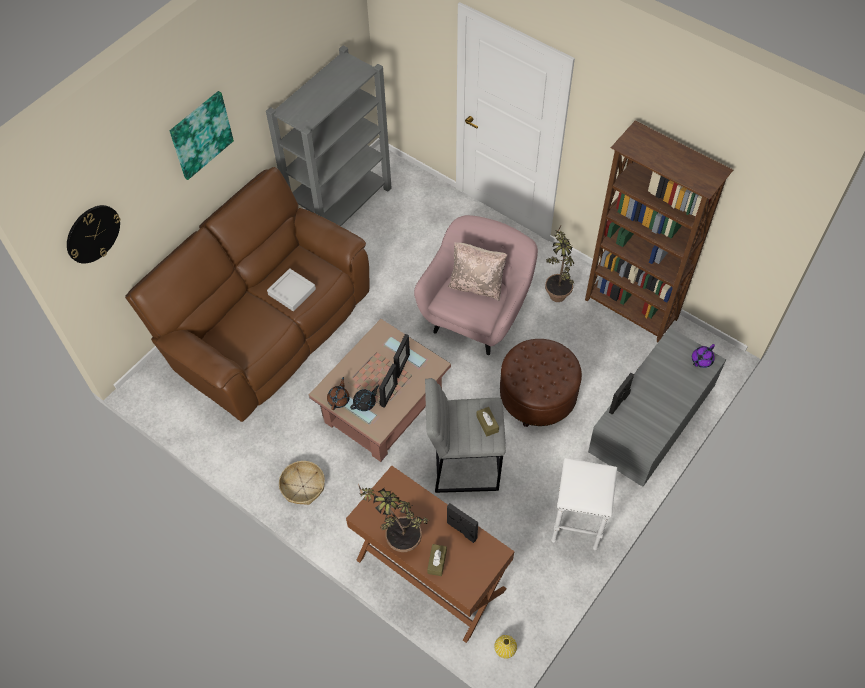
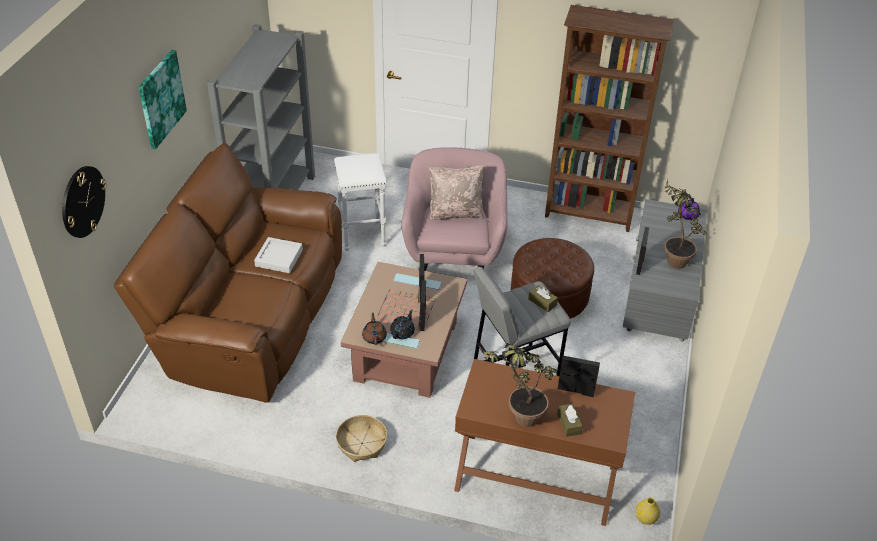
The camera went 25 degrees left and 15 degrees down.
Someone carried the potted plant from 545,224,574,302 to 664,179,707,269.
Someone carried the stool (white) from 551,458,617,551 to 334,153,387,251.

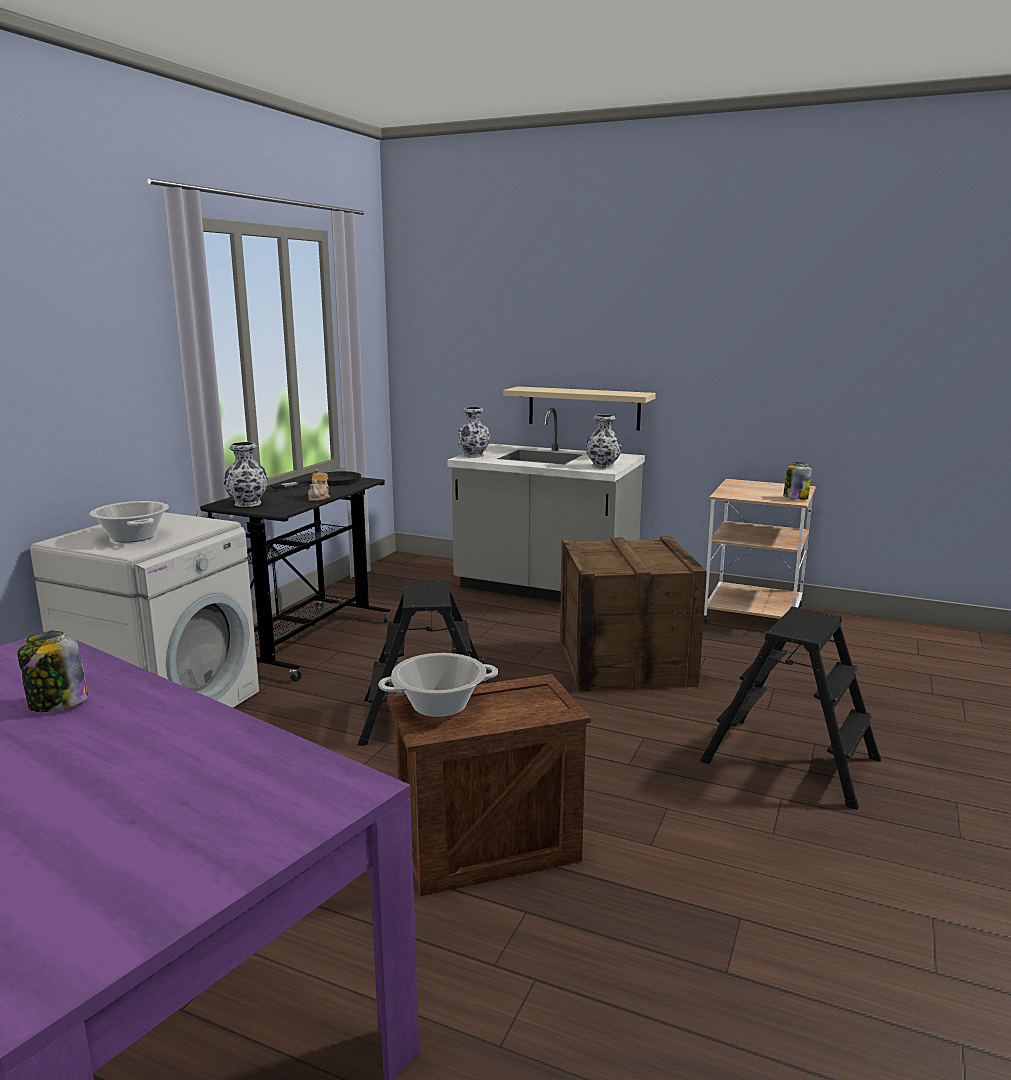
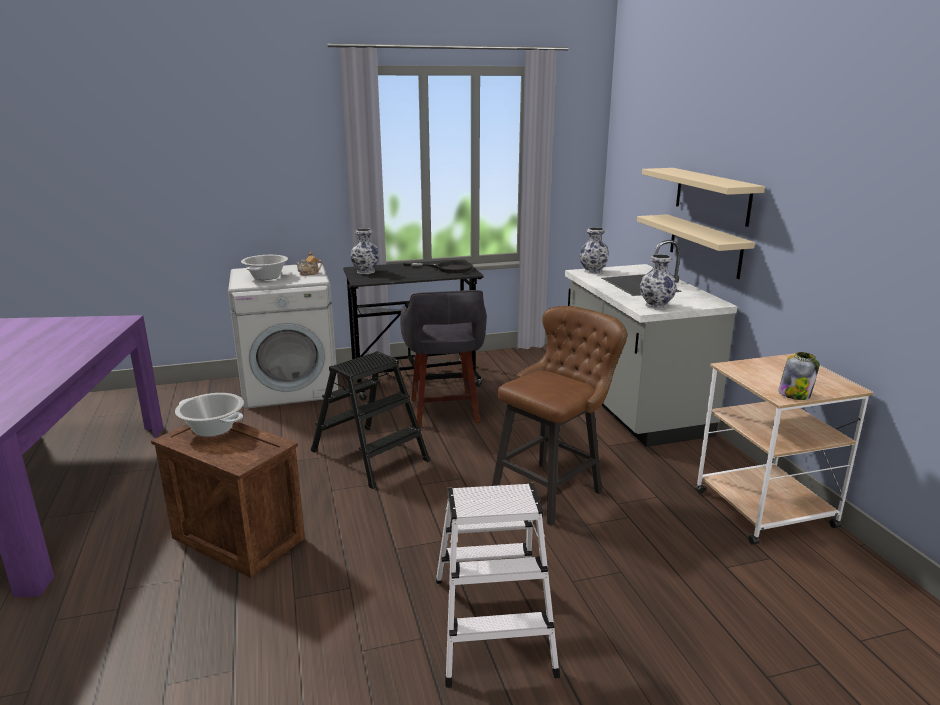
The camera went 50 degrees right and 5 degrees up.
Someone carried the teapot from 308,468,330,501 to 296,252,323,276.
Someone swapped the crate at 560,536,707,692 for the stool (brown) at 492,306,627,526.
Someone repainted the step ladder (black) at 700,606,881,810, which became the step ladder (white) at 436,483,560,688.
Someone took away the jar at 17,631,88,712.
Someone put up the shelf (beige) at 642,168,765,227.
Someone put down the stool (grey) at 400,290,487,427.

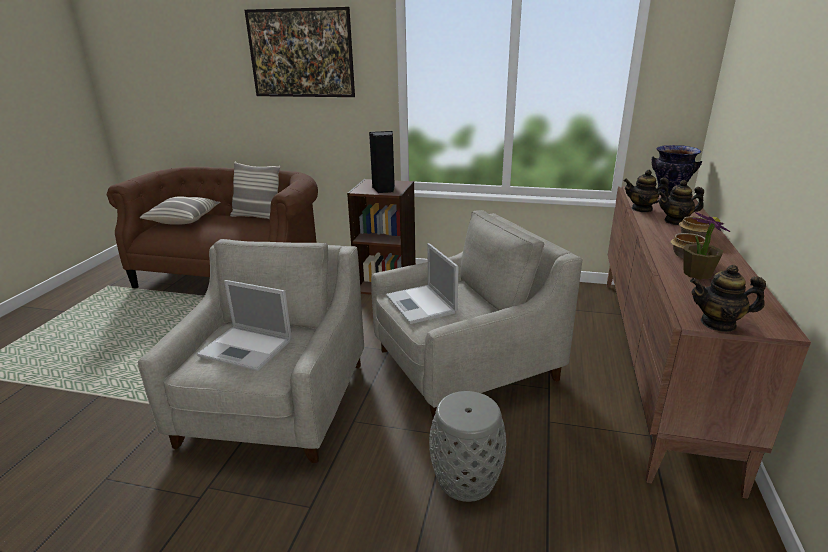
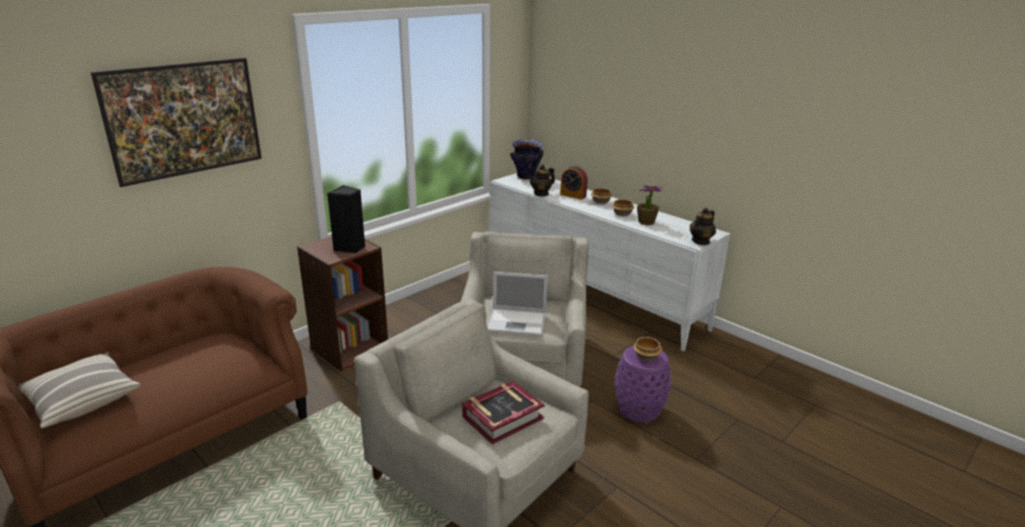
The camera went 60 degrees left and 0 degrees up.
Someone took away the pillow at 230,162,280,219.
Someone swapped the teapot at 658,180,704,225 for the alarm clock at 560,165,588,200.
Someone repainted the cabinet (brown) at 607,186,811,499, which became the cabinet (white) at 489,173,731,352.
Someone swapped the laptop at 197,280,292,371 for the book at 462,381,545,444.
Someone repainted the stool (grey) at 429,391,507,502, which became the stool (purple) at 615,346,671,422.
Someone put down the bowl at 633,337,662,361.

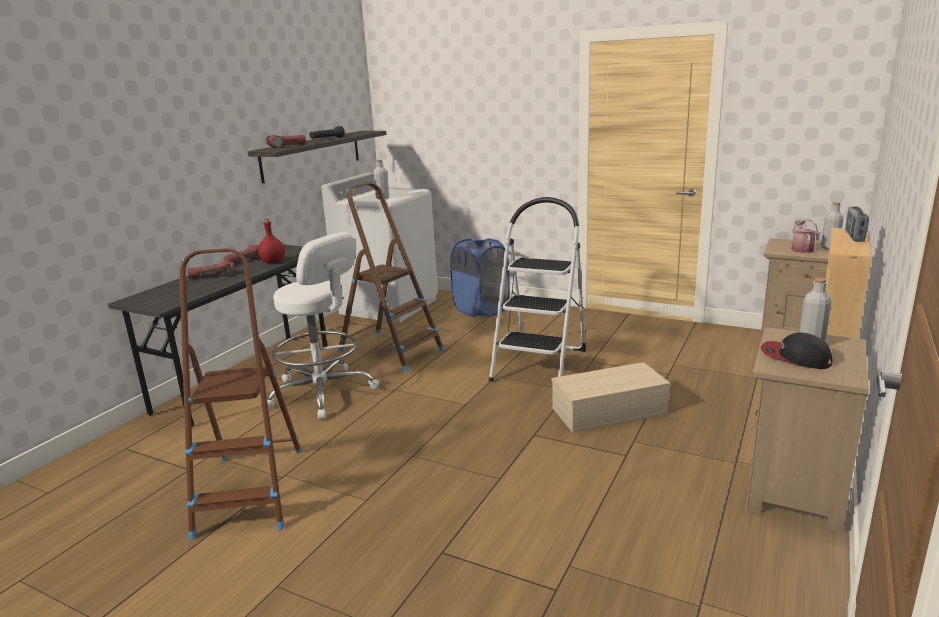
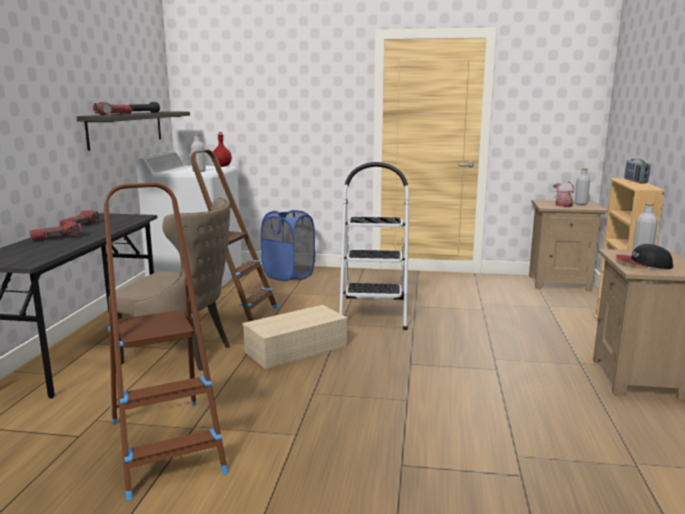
The camera went 20 degrees left and 5 degrees down.
Someone carried the bottle (red) from 258,218,285,264 to 213,132,232,167.
Someone swapped the stool (white) at 267,232,379,419 for the chair (beige) at 108,198,230,371.
Someone carried the storage box (beige) from 551,362,671,432 to 242,305,348,369.

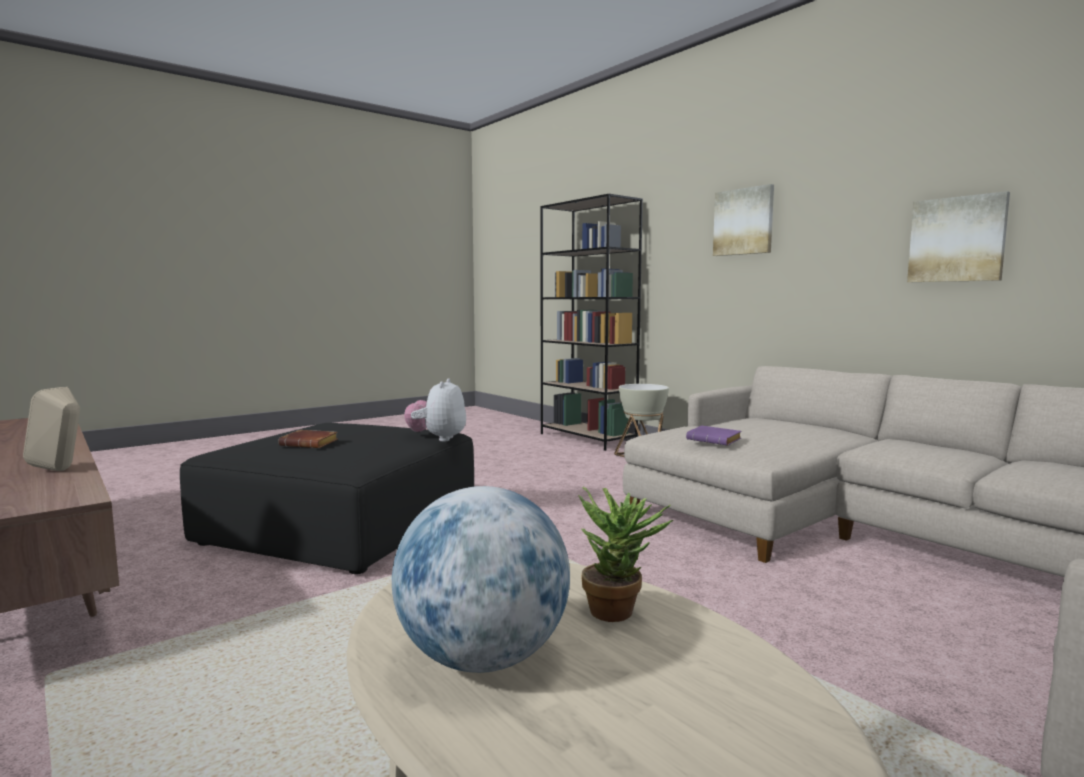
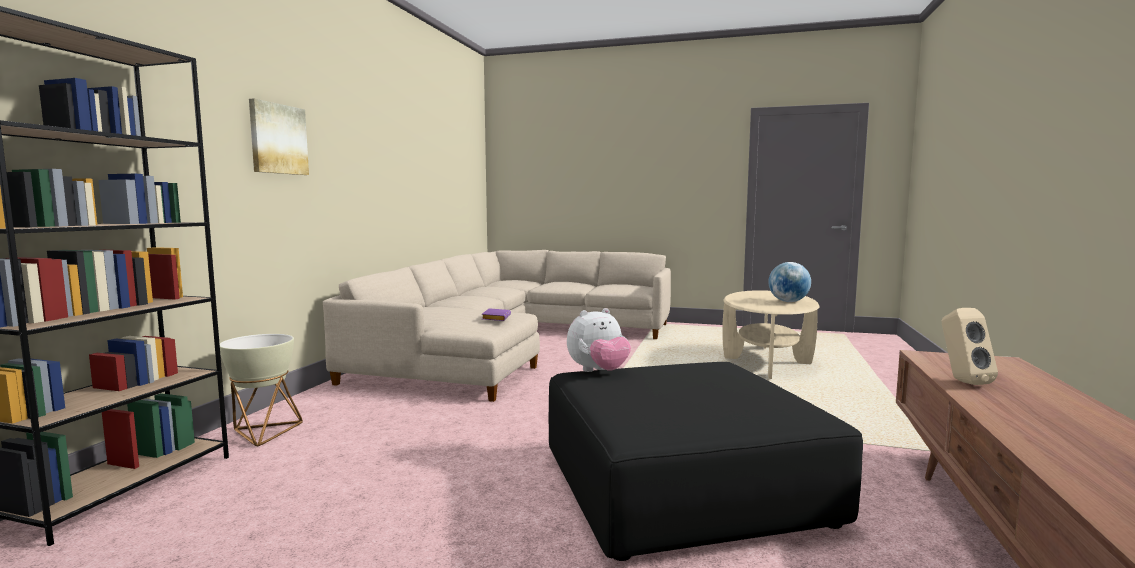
The camera went 125 degrees left and 0 degrees up.
Someone took away the picture at 907,191,1010,282.
Someone took away the book (brown) at 278,430,338,448.
Someone took away the potted plant at 578,487,673,622.

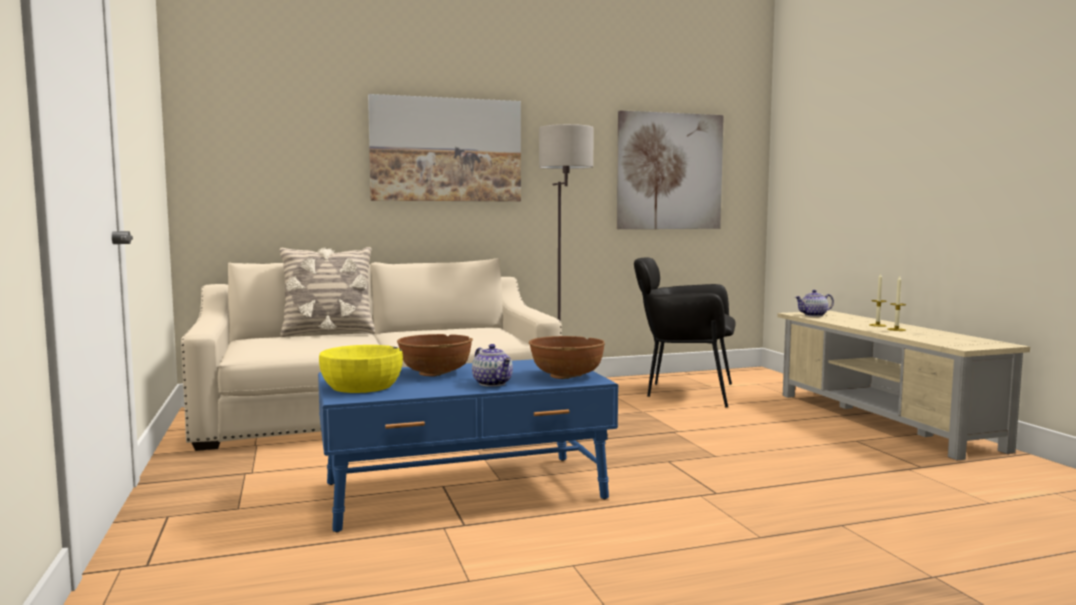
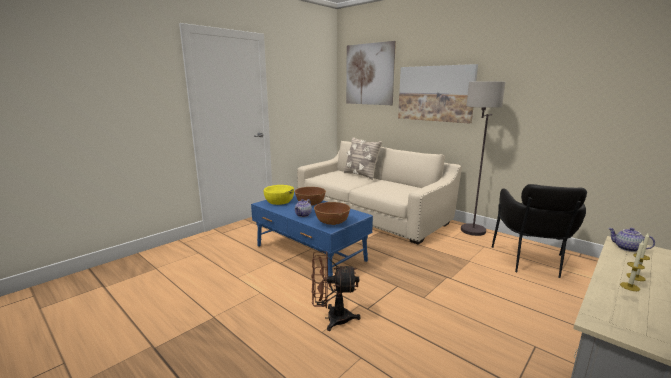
The camera went 60 degrees right and 10 degrees up.
Someone carried the picture from 617,110,724,229 to 346,41,396,105.
Someone rotated the armchair (black) at 634,257,736,407 by 150 degrees counterclockwise.
Someone put down the fan (brown) at 311,251,360,331.

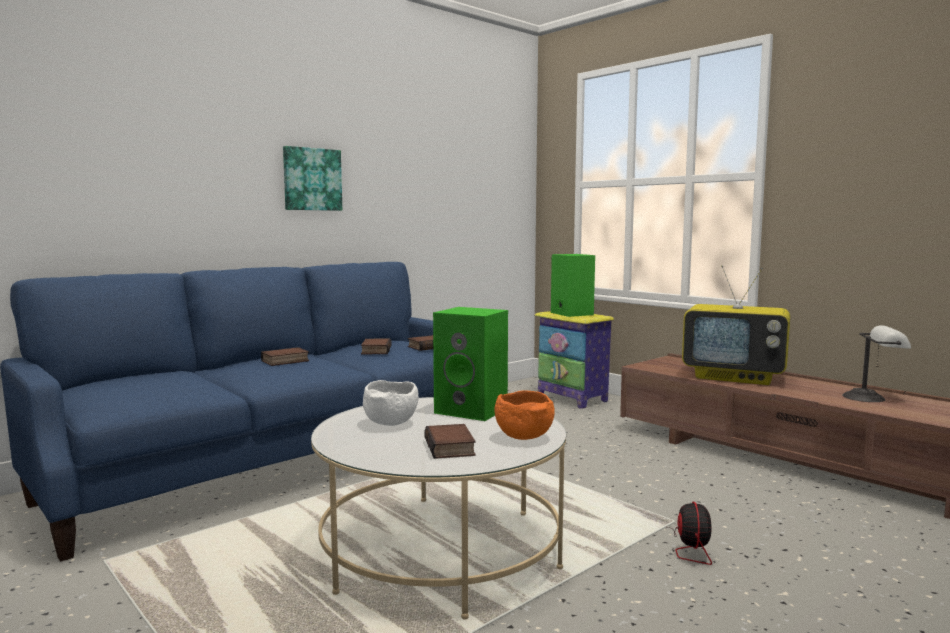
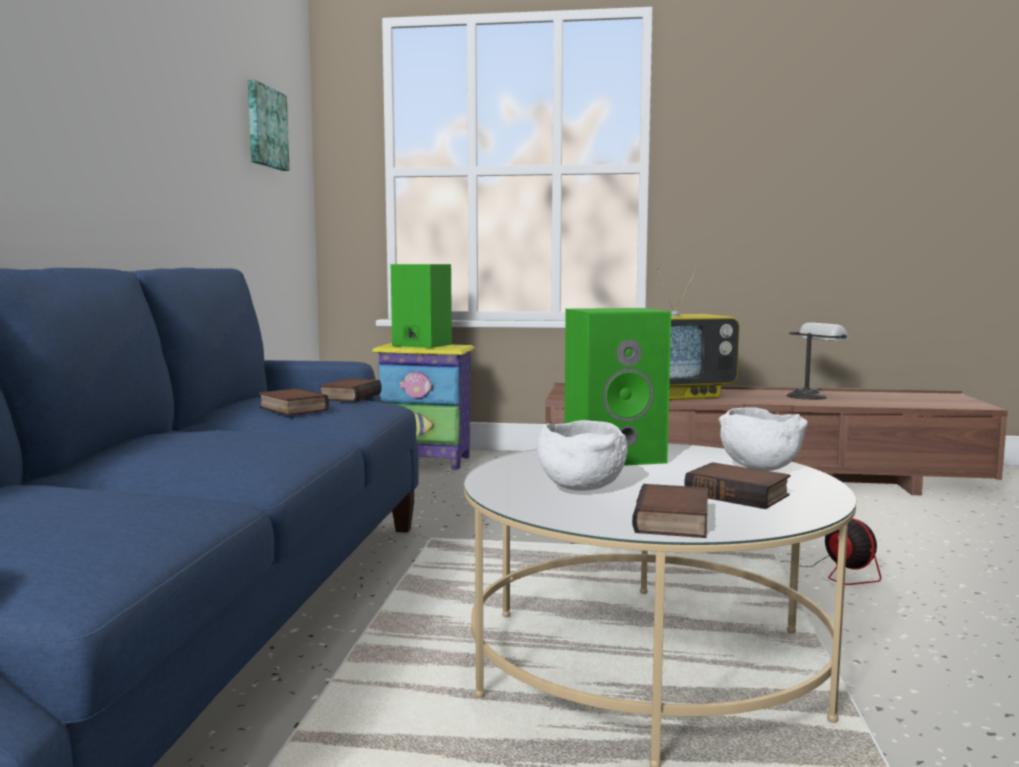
The camera went 40 degrees left and 0 degrees up.
Someone carried the picture from 283,146,342,211 to 248,80,290,171.
Someone carried the book from 261,347,309,366 to 632,484,708,538.
Someone repainted the bowl (orange) at 495,390,555,440, which became the bowl (white) at 719,407,808,471.

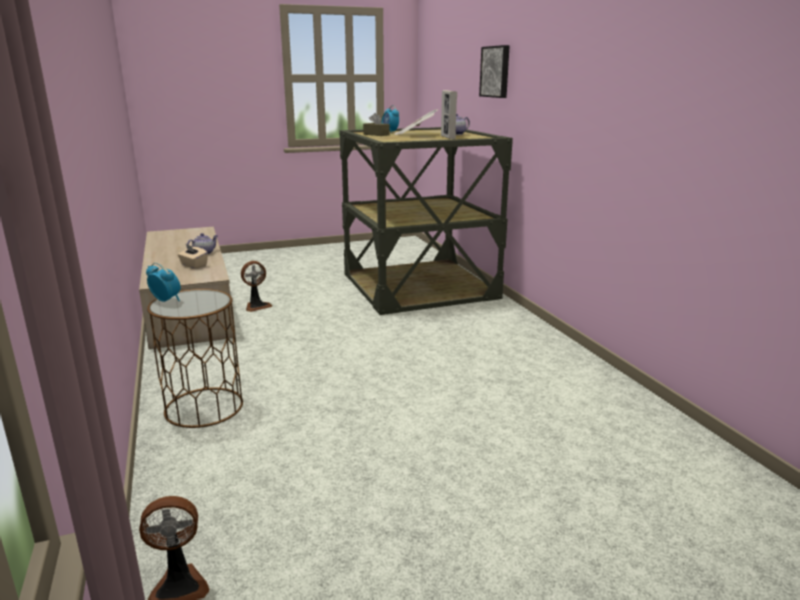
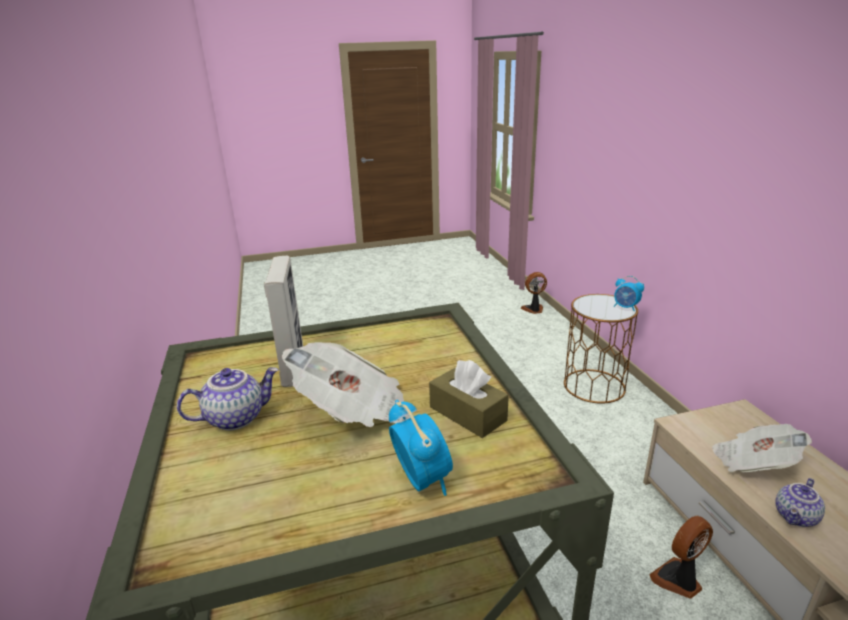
The camera went 175 degrees left and 5 degrees up.
Someone took away the picture at 479,45,510,98.
Someone swapped the tissue box (beige) at 178,244,208,269 for the newspaper at 712,424,812,472.

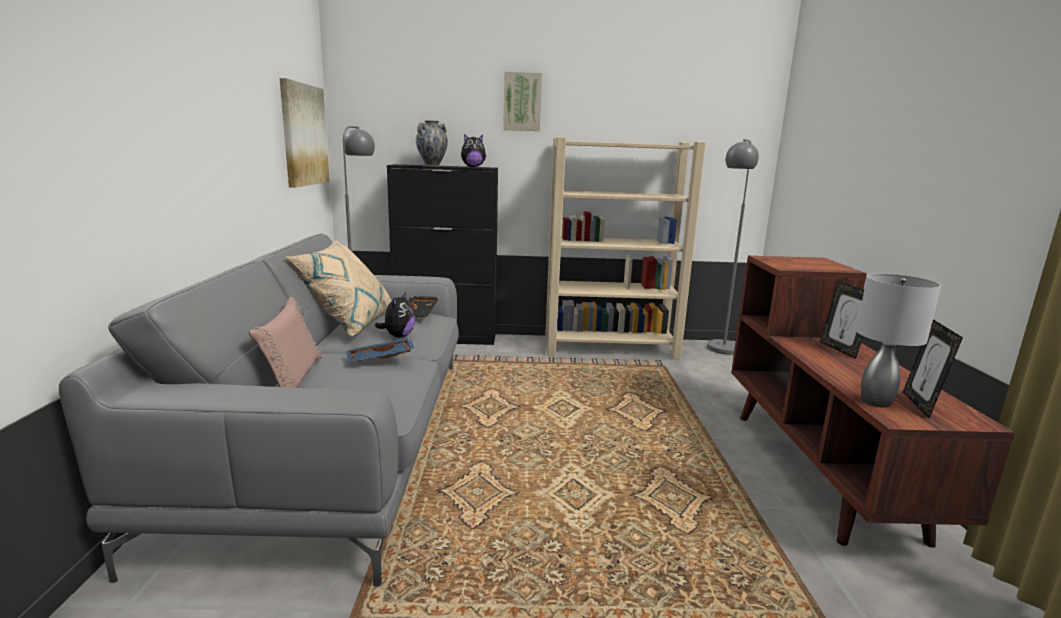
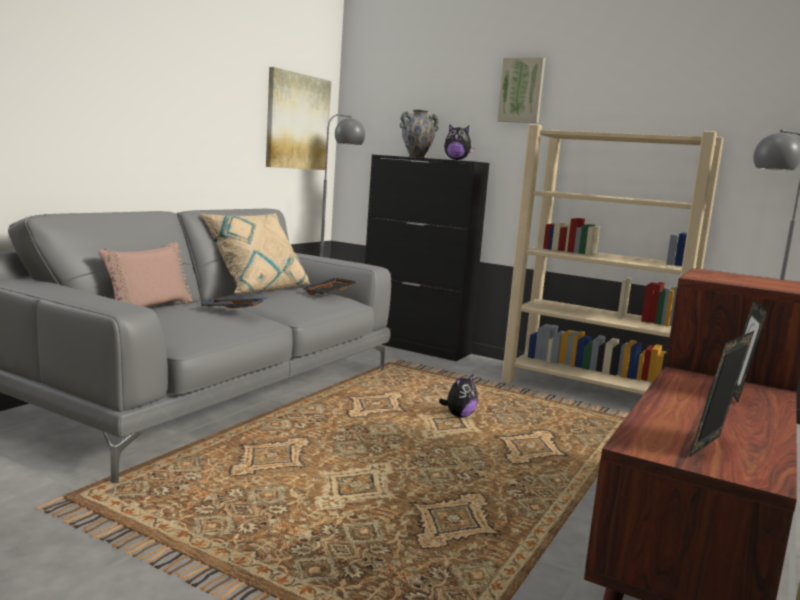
The camera went 30 degrees right and 5 degrees down.
Someone took away the table lamp (grey) at 856,274,941,408.
Someone carried the plush toy from 375,292,415,337 to 439,374,478,418.

